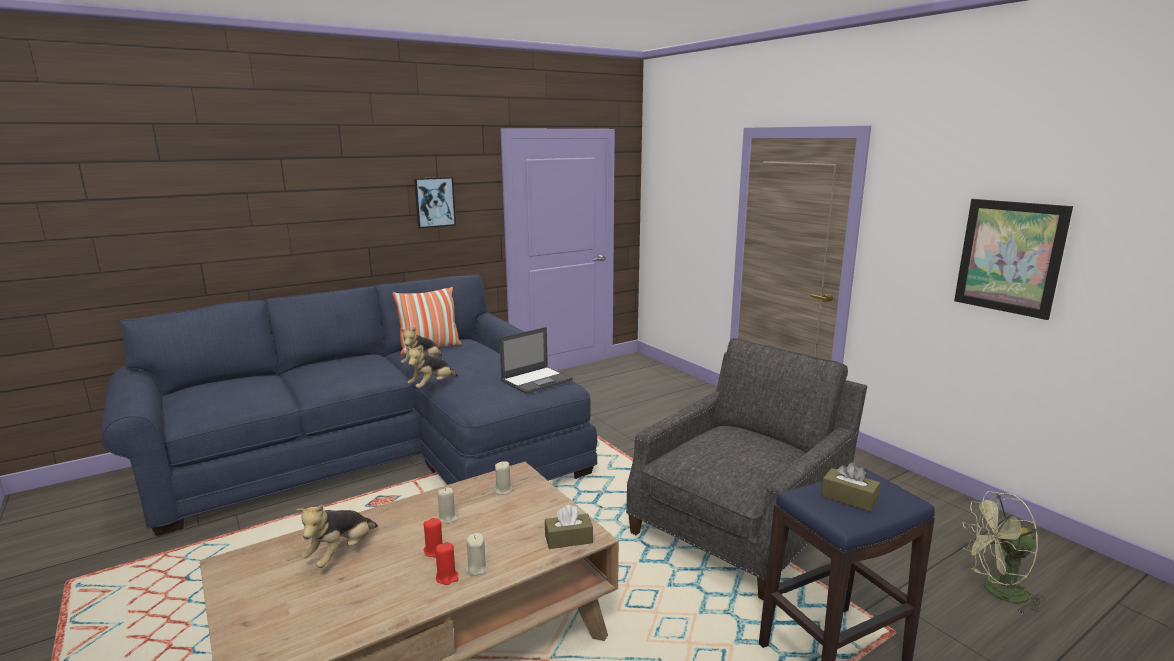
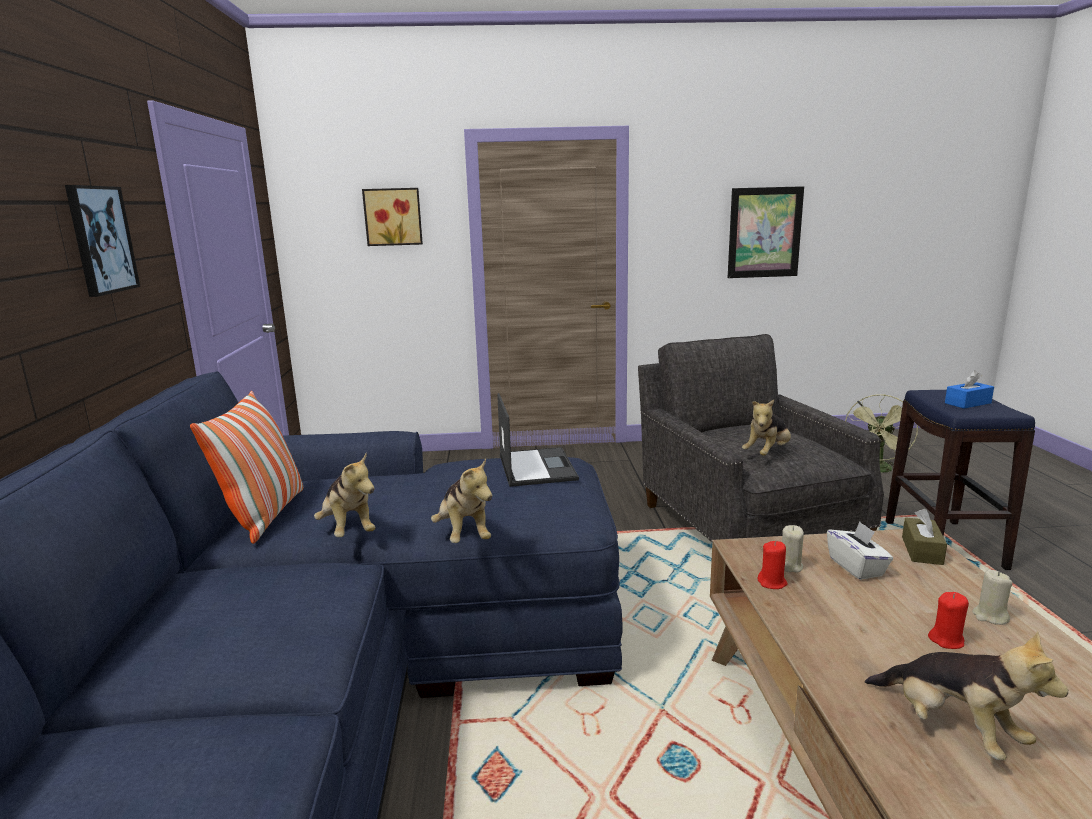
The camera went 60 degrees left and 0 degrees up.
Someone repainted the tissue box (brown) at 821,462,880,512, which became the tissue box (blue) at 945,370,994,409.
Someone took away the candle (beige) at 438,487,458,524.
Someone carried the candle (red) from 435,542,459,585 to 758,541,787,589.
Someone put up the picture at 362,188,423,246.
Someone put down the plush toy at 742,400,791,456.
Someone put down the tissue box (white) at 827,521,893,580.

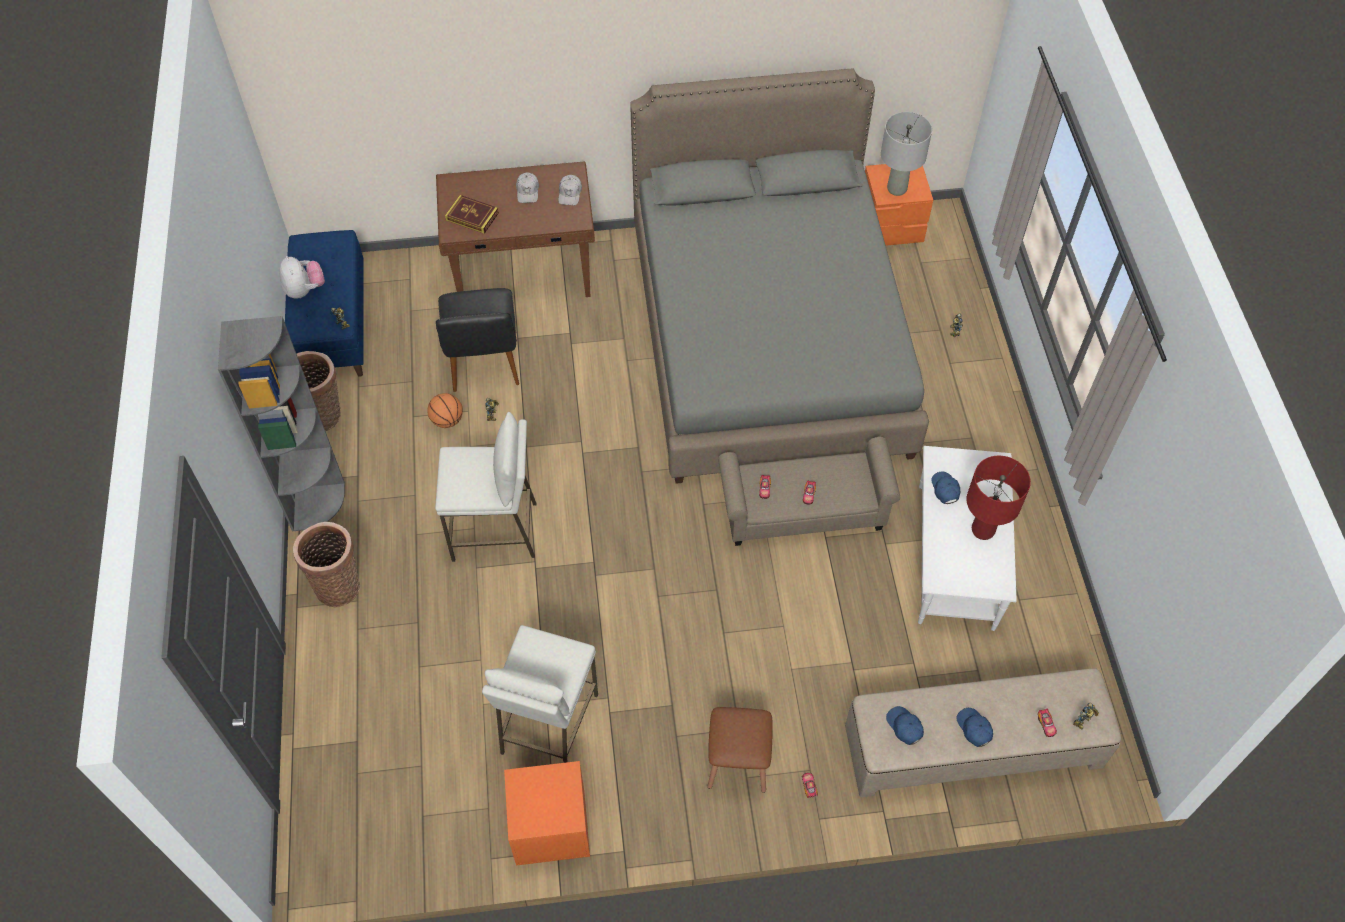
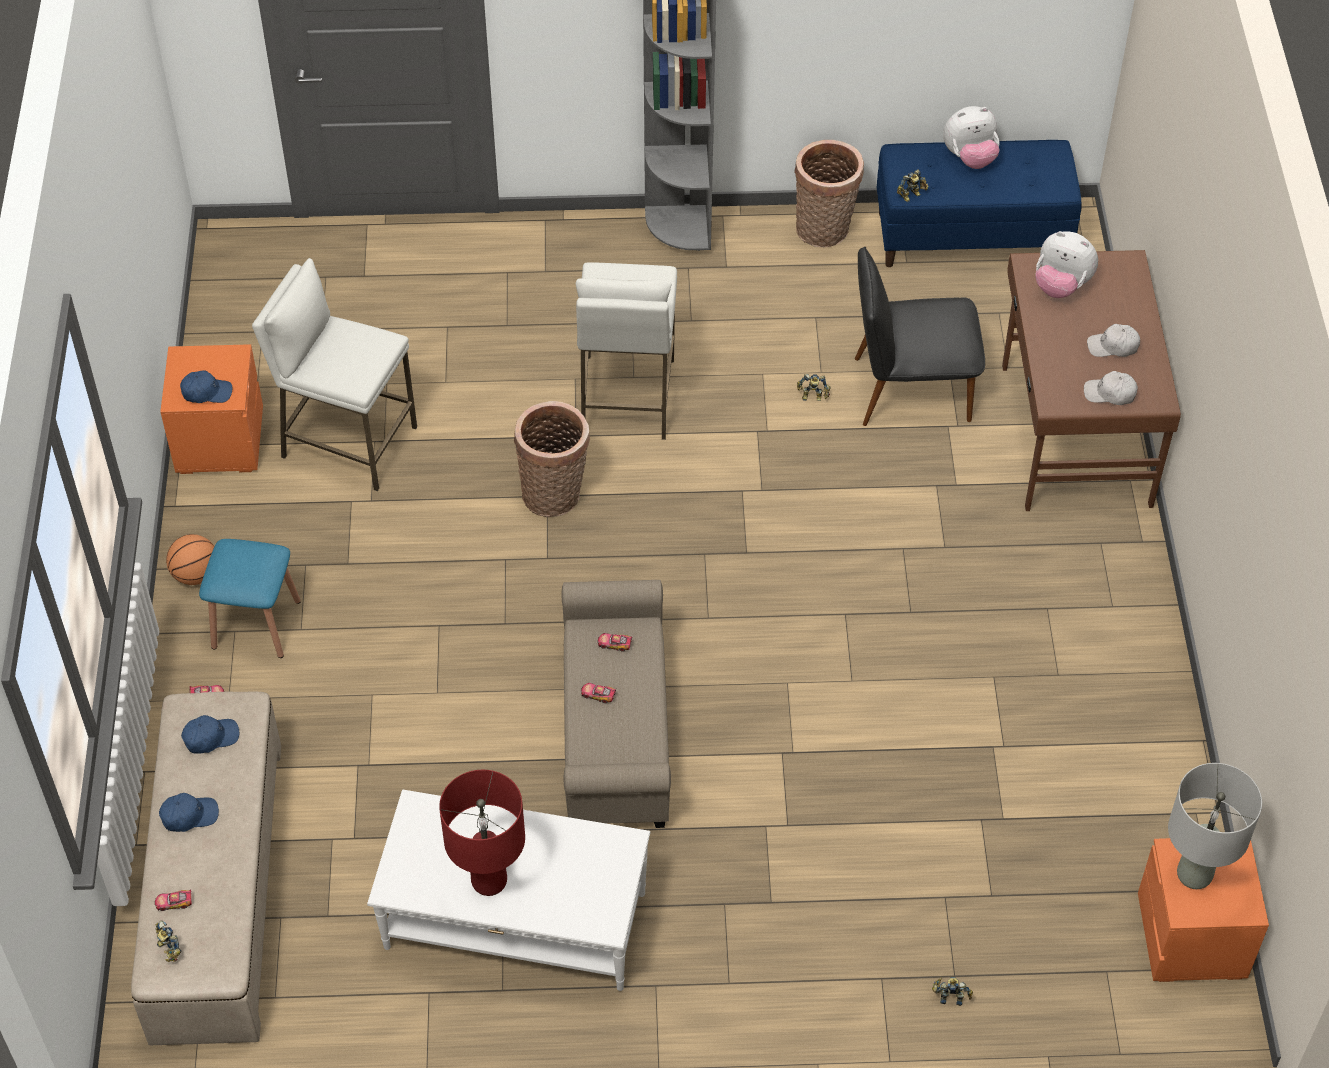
The camera went 95 degrees right and 5 degrees down.
Someone took away the bed (grey) at 630,68,929,484.
Someone swapped the book at 445,195,499,234 for the plush toy at 1035,231,1098,298.
Someone carried the basketball from 427,393,463,428 to 166,534,215,585.
Someone carried the cap (blue) from 931,472,960,504 to 180,370,232,403.
Someone carried the basket from 293,522,360,608 to 514,401,590,517.
Someone repainted the stool (brown) at 707,707,773,793, which became the stool (blue) at 199,539,301,658.

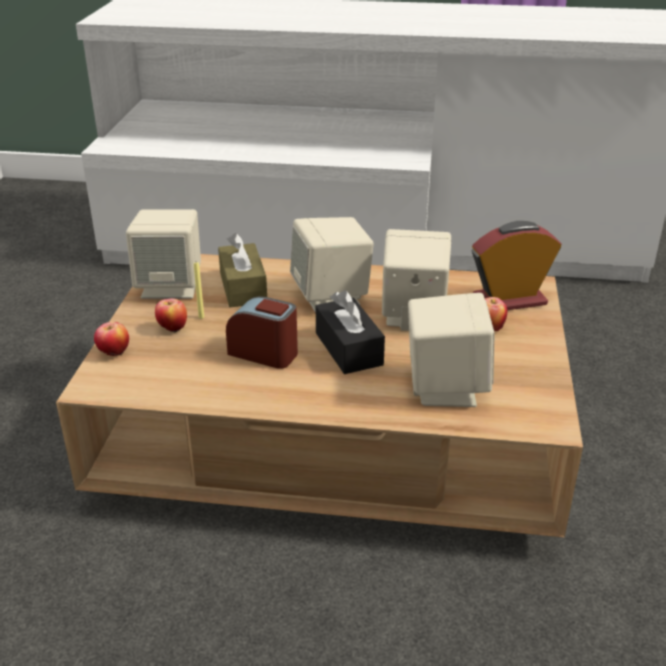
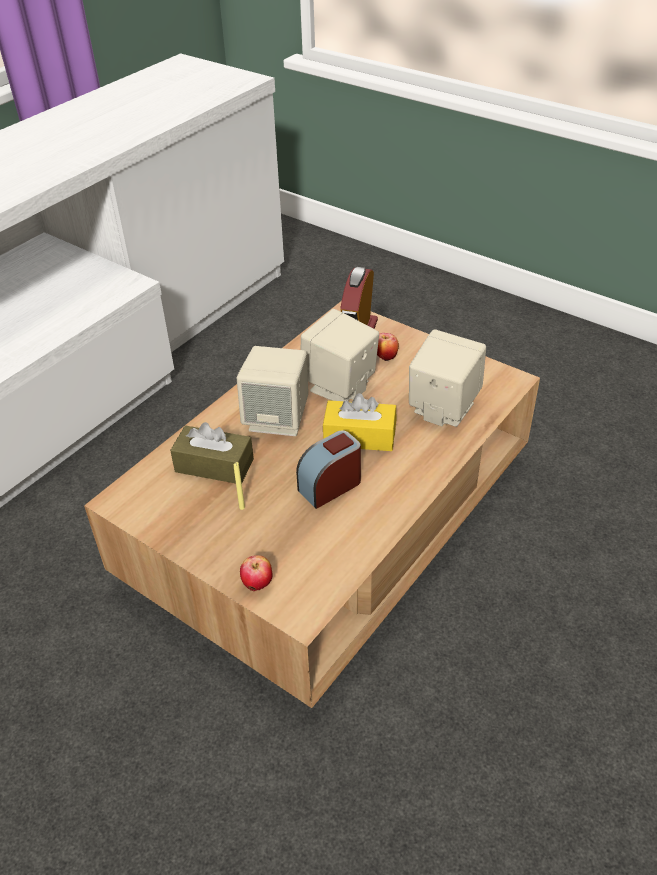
The camera went 60 degrees left and 10 degrees up.
Someone took away the speaker (beige) at 126,209,201,299.
Someone repainted the tissue box (black) at 316,290,385,374, which became the tissue box (yellow) at 323,393,397,451.
Someone took away the apple at 155,298,187,333.

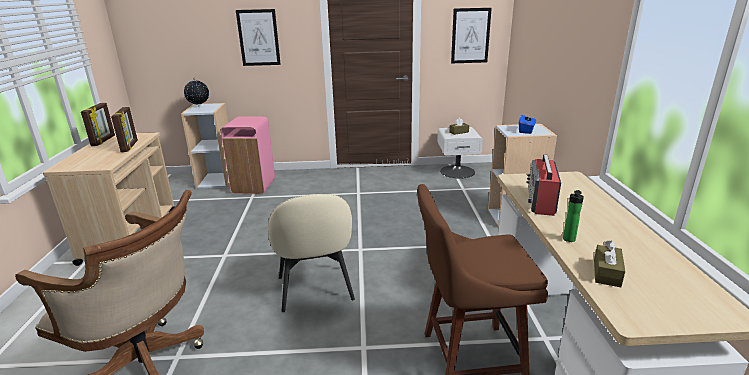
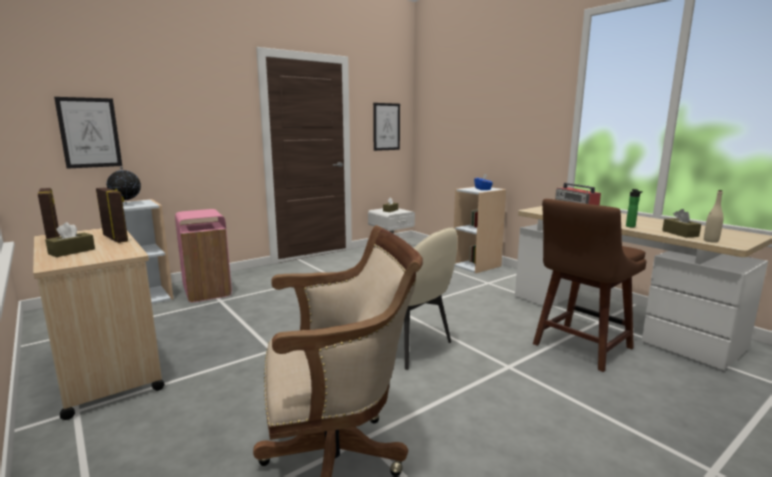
The camera went 35 degrees left and 10 degrees down.
Someone carried the picture from 236,9,281,66 to 54,97,122,169.
Someone put down the bottle (beige) at 704,190,724,243.
Someone put down the tissue box (brown) at 45,222,95,257.

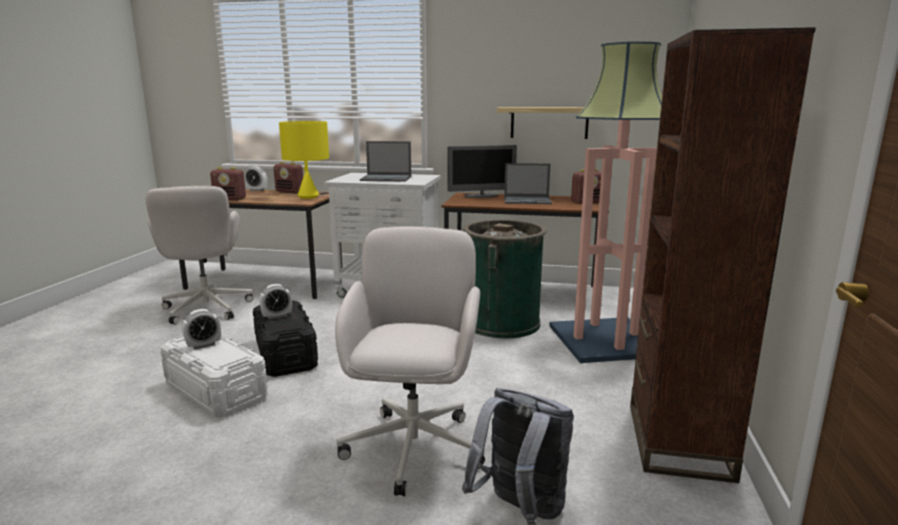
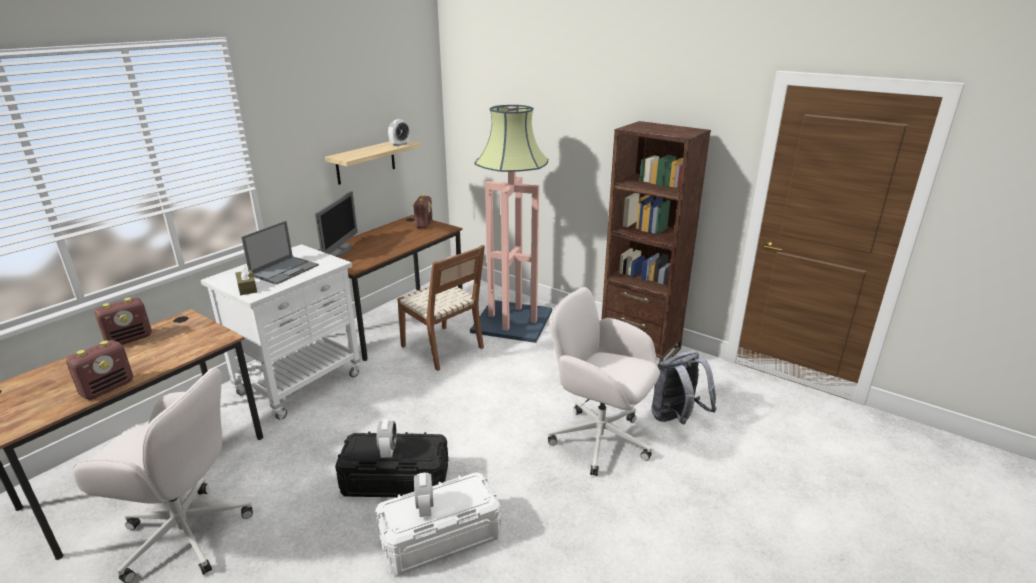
The camera went 65 degrees left and 10 degrees up.
Someone took away the table lamp (yellow) at 279,121,329,199.
Someone took away the laptop at 504,163,552,204.
Someone carried the alarm clock from 245,166,267,191 to 388,119,410,146.
Someone swapped the trash can (green) at 463,220,547,338 for the chair at 397,245,485,371.
Someone put down the tissue box (brown) at 235,265,257,295.

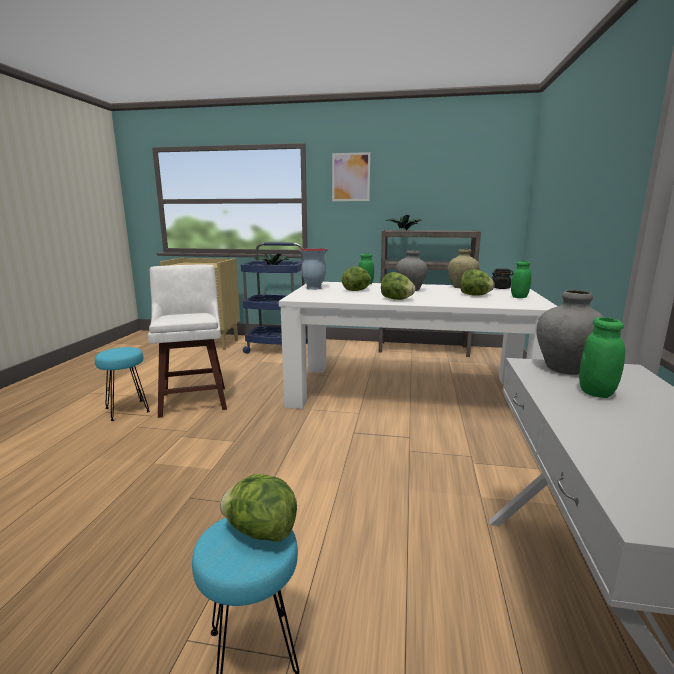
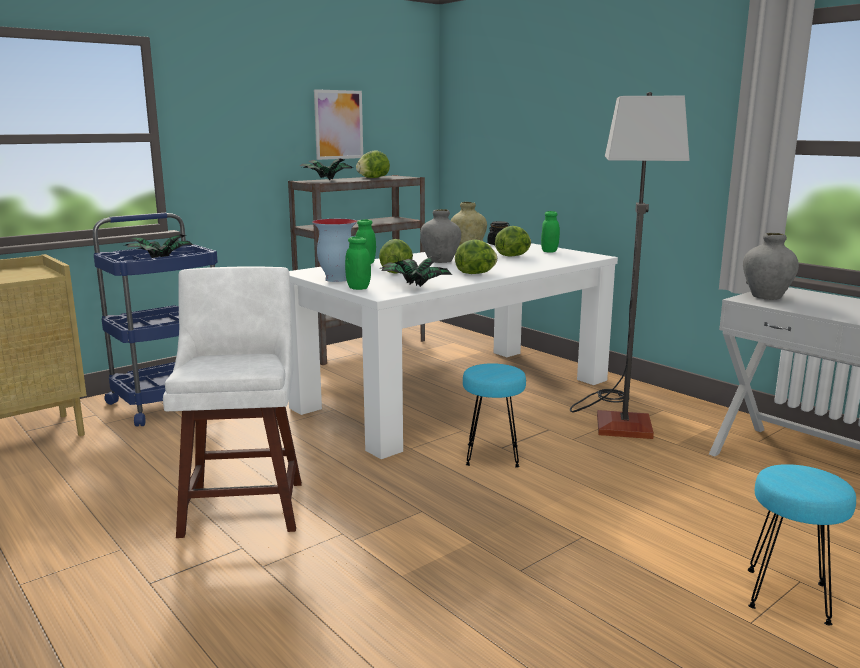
The camera went 50 degrees left and 0 degrees up.
Someone carried the picture from 332,152,370,201 to 314,89,363,160.
Someone rotated the chair (white) at 148,265,227,418 by 60 degrees clockwise.
Someone carried the jar (green) from 579,317,625,398 to 345,237,371,290.
Someone carried the stool (turquoise) from 95,347,150,421 to 463,363,526,468.
Someone carried the lettuce from 219,474,297,542 to 356,151,390,178.
Someone put down the floor lamp at 570,92,690,439.
Someone put down the potted plant at 381,256,452,287.

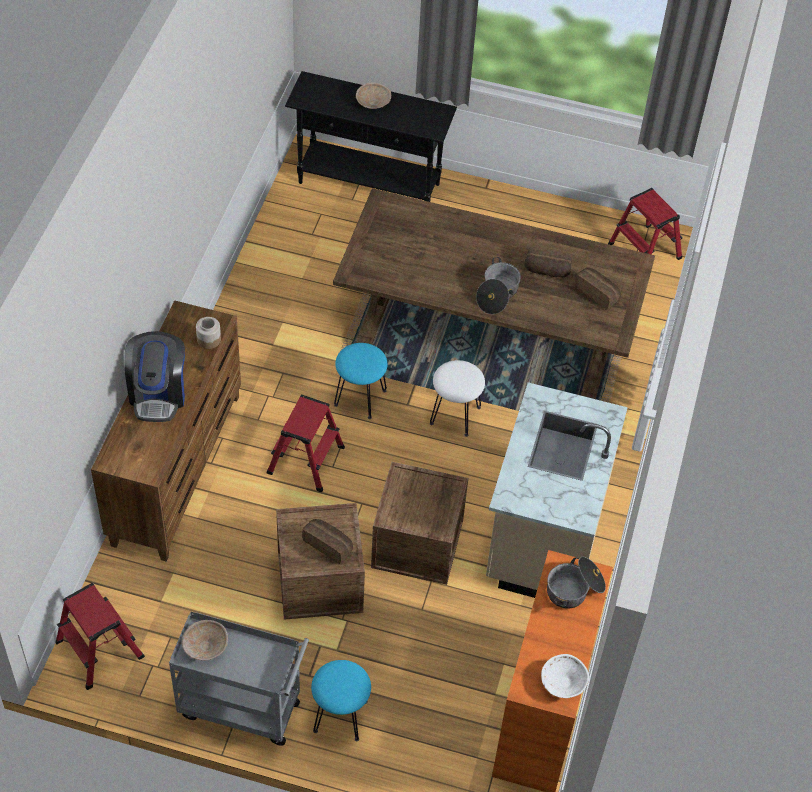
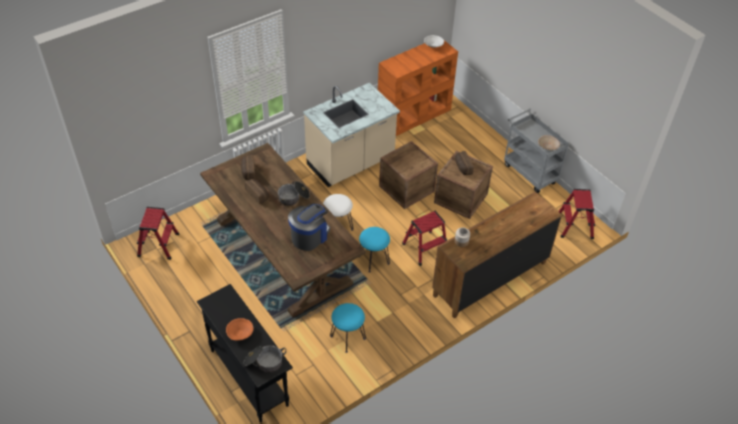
The camera went 140 degrees left and 5 degrees down.
Someone repainted the bowl (beige) at 356,82,391,109, which became the bowl (orange) at 226,318,253,340.
Someone carried the coffee machine from 125,331,185,422 to 288,203,330,251.
Someone carried the cooking pot from 547,557,606,609 to 243,345,286,373.
Someone carried the stool (turquoise) from 311,660,371,742 to 330,303,366,353.

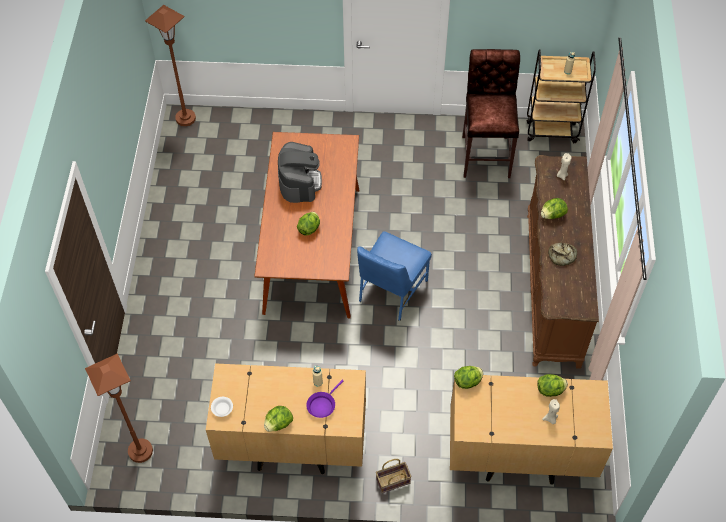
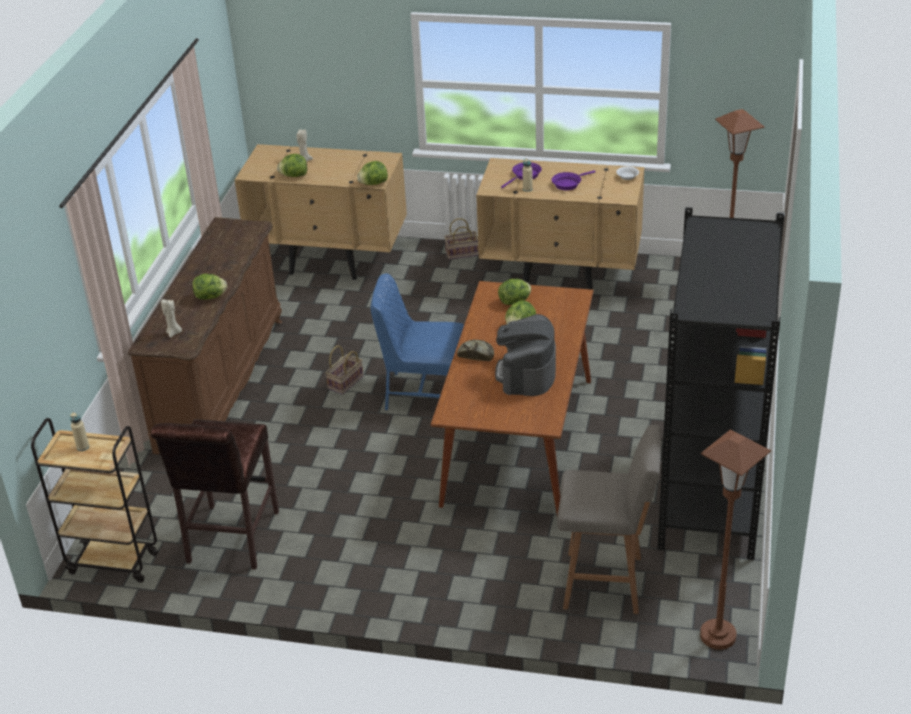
The camera went 170 degrees left and 20 degrees down.
Someone rotated the chair (blue) at 357,231,432,321 by 120 degrees counterclockwise.
Someone carried the bread from 548,242,577,266 to 457,340,494,361.
Someone carried the lettuce from 264,406,293,432 to 498,279,531,305.
Someone put down the frying pan (purple) at 552,170,596,190.
Someone put down the bookcase (black) at 658,207,784,560.
Someone put down the basket at 325,346,363,395.
Someone put down the stool (grey) at 557,425,661,614.

